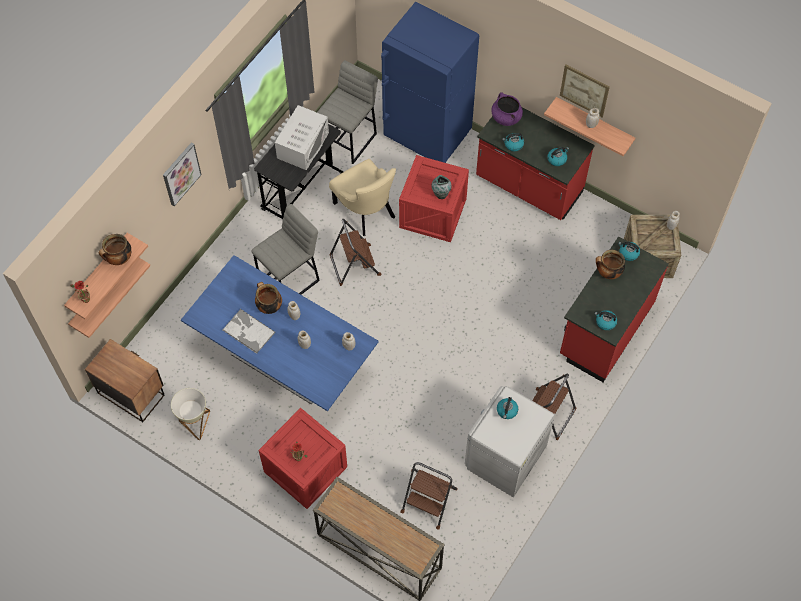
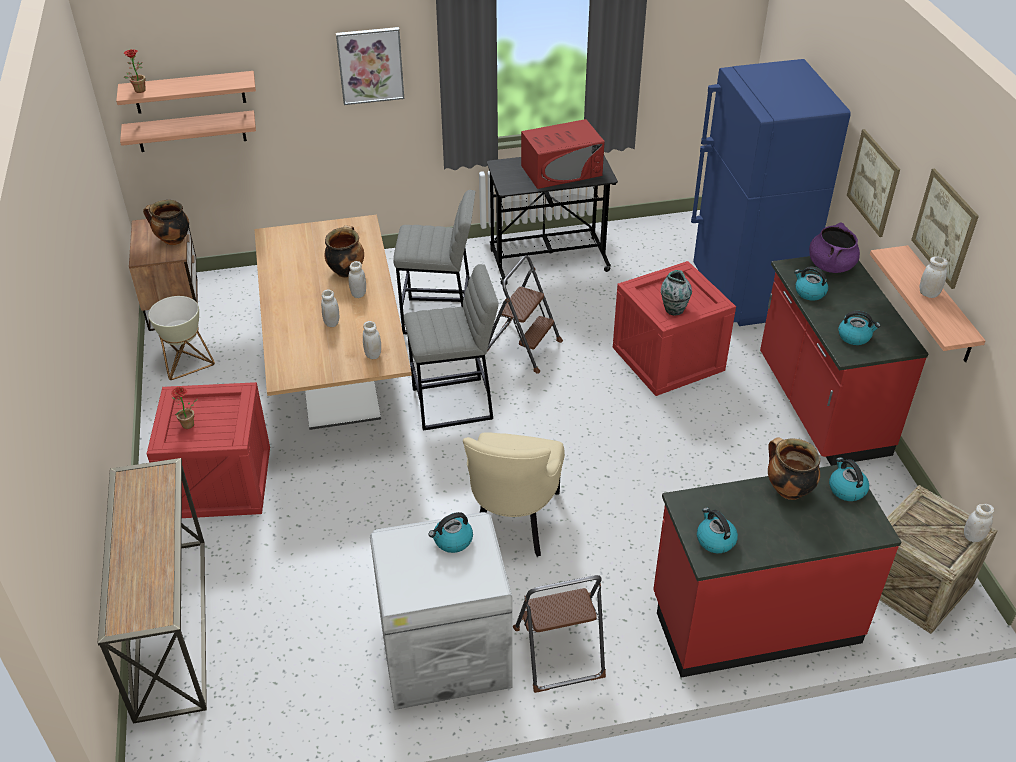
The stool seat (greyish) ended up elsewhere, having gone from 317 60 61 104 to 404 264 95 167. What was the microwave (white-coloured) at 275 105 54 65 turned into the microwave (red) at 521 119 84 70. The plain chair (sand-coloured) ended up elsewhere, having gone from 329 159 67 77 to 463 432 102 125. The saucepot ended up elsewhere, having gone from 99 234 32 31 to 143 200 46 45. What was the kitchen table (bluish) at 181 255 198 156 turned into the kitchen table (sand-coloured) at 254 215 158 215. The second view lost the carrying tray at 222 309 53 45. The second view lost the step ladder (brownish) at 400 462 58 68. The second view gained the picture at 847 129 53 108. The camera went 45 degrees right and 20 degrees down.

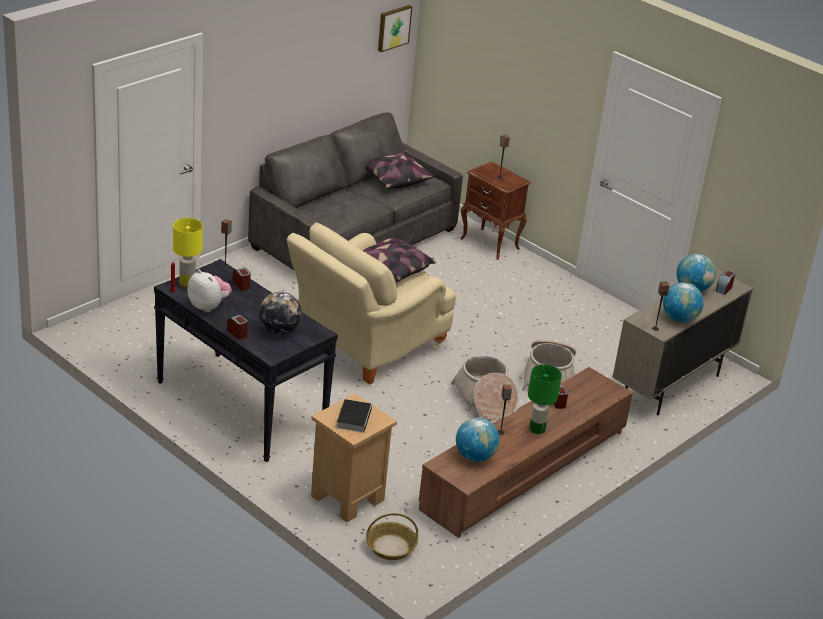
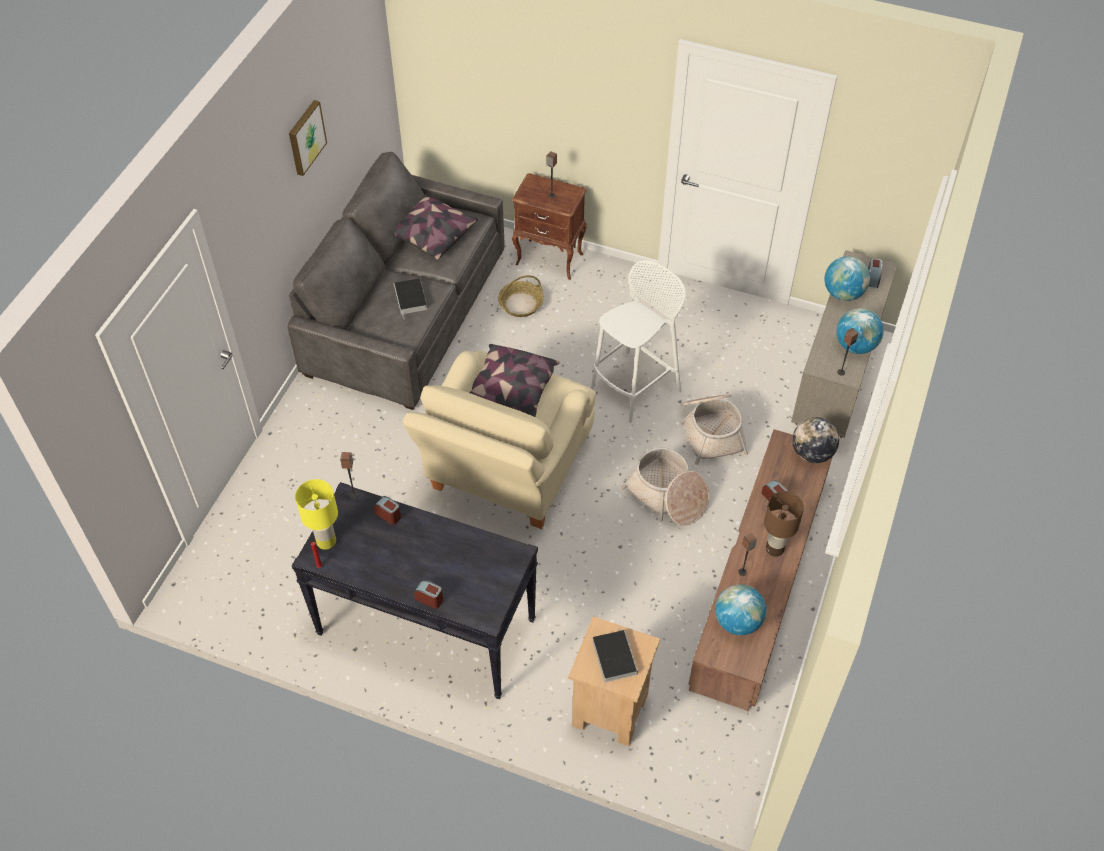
The picture ended up elsewhere, having gone from 378 5 34 47 to 289 100 38 76. The second view lost the soft toy at 188 269 44 44. The desk globe ended up elsewhere, having gone from 259 292 43 42 to 792 417 47 46. What was the tabletop lamp (greenish) at 528 364 34 70 turned into the tabletop lamp (brownish) at 764 491 40 66. The storage basket ended up elsewhere, having gone from 366 513 52 47 to 498 275 46 42. The second view gained the stool seat (white-coloured) at 591 260 95 163. The second view gained the book at 393 278 34 41. The camera went 20 degrees left and 20 degrees up.

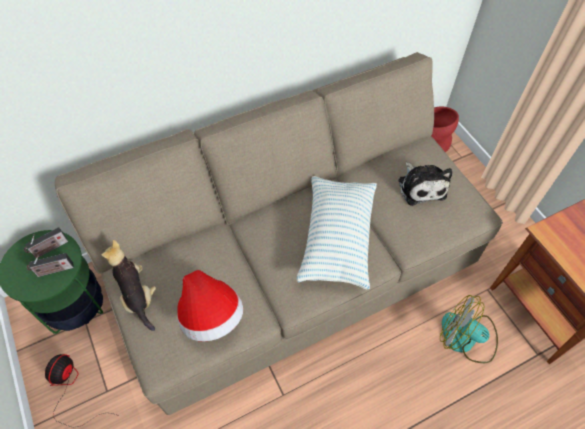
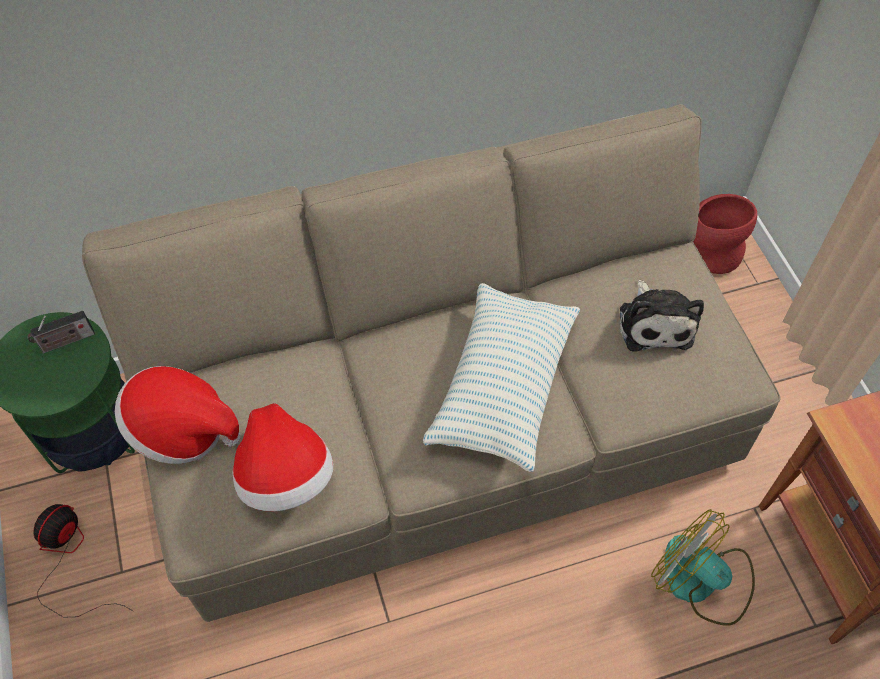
Where the soft toy stood at 101 240 55 91, the wearable hat came to stand at 115 366 125 98. The second view lost the radio receiver at 27 253 47 24. The camera went 10 degrees right and 0 degrees up.

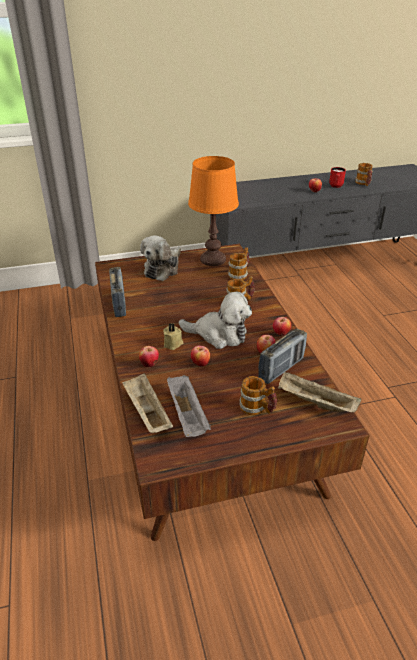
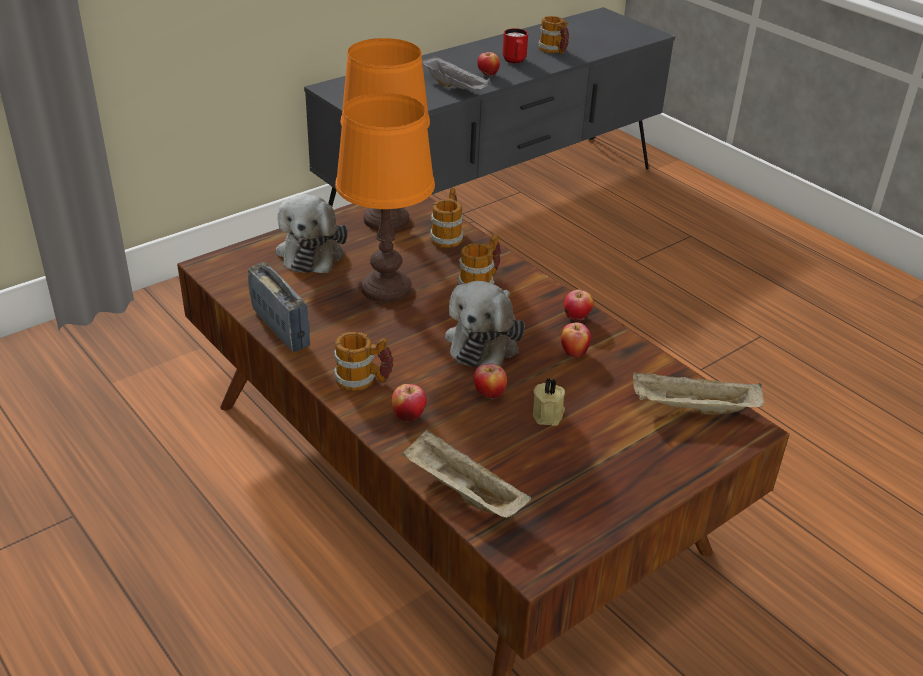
The soft toy at 179 292 73 57 ended up facing another way, 120 degrees clockwise from before. The candle (sand-coloured) ended up elsewhere, having gone from 163 323 20 27 to 533 378 32 48. The second view lost the radio receiver at 258 329 49 55. The carrying tray (greyish) ended up elsewhere, having gone from 167 375 44 62 to 422 56 69 34. The tea mug ended up elsewhere, having gone from 239 376 39 39 to 334 332 60 59. The second view gained the tabletop lamp (orange-coloured) at 335 93 100 210. The camera went 25 degrees left and 0 degrees up.

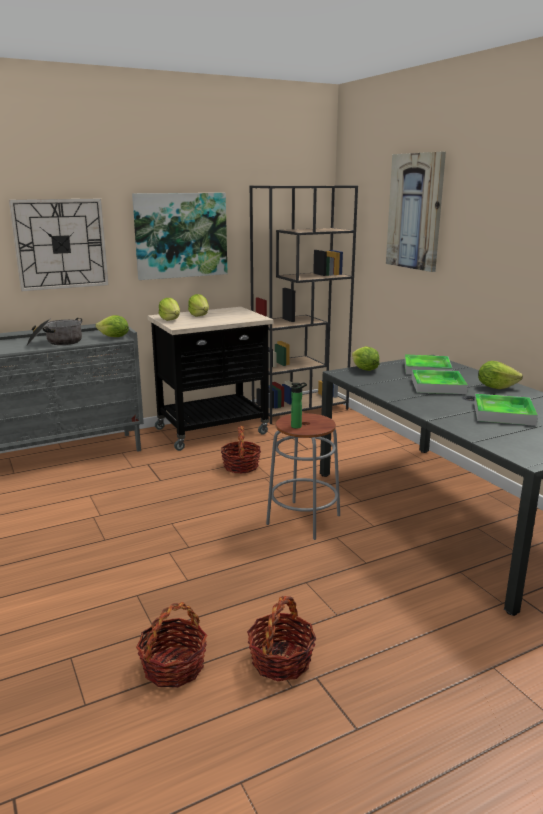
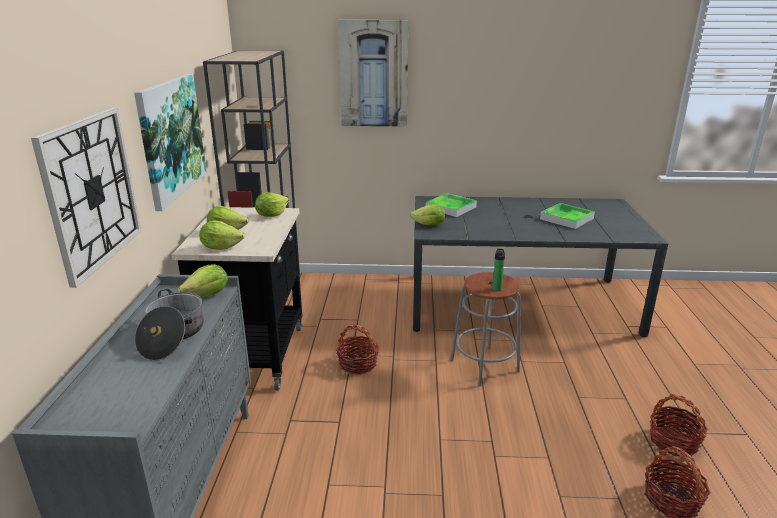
The head of lettuce ended up elsewhere, having gone from 478 361 45 28 to 255 192 34 25. The second view lost the carrying tray at 411 370 57 24. The camera went 60 degrees left and 5 degrees up.

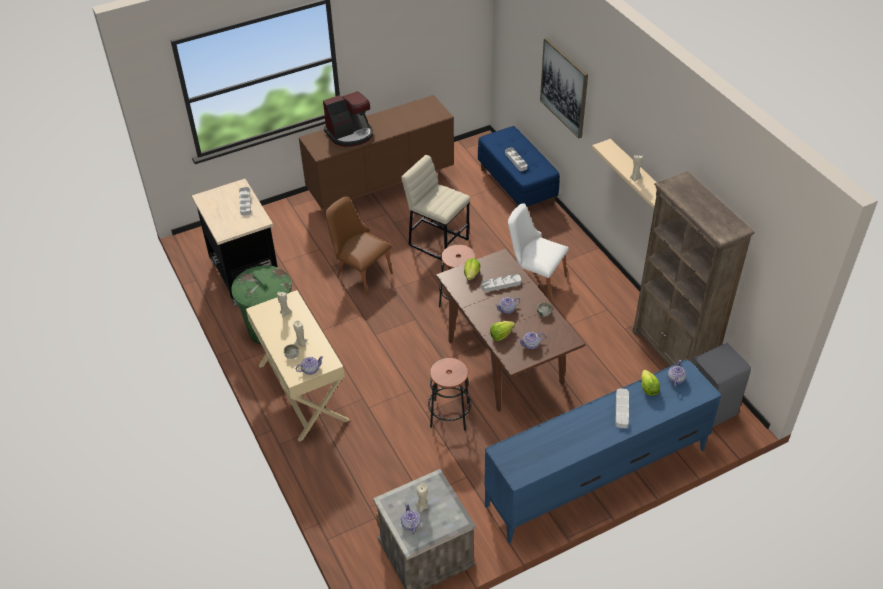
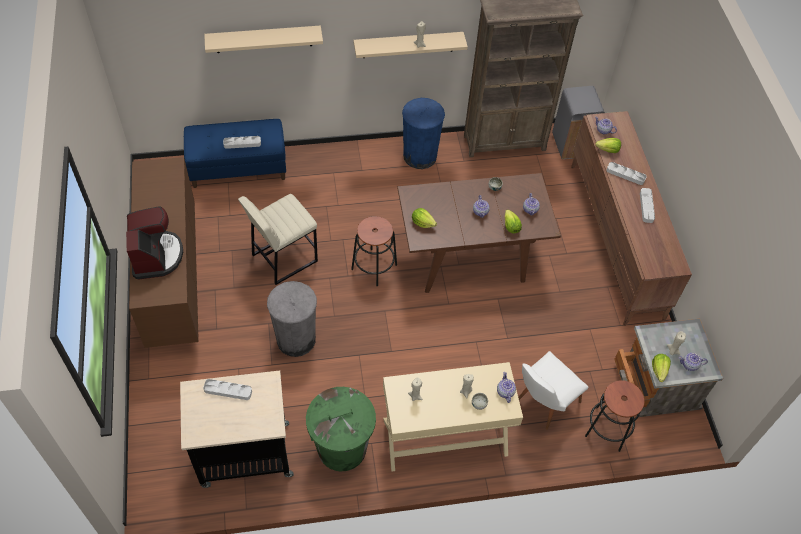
Where the picture hung at 540 38 48 101, the wall shelf (sand-coloured) came to hang at 204 26 119 27. Where the plain chair (brownish) stood at 325 197 68 99, the waste bin (greyish) came to stand at 267 281 50 76. The plain chair (white-coloured) ended up elsewhere, having gone from 508 203 61 98 to 518 351 71 79. The carrying tray (greyish) ended up elsewhere, having gone from 481 274 40 18 to 640 188 15 35. The stool seat (black) ended up elsewhere, having gone from 428 358 43 73 to 585 380 60 72. What was the cabinet (bluish) at 484 359 238 185 turned into the cabinet (brownish) at 571 111 121 215. The second view gained the waste bin (bluish) at 402 98 43 71. The second view gained the head of lettuce at 652 354 19 28. The camera went 75 degrees left and 10 degrees up.

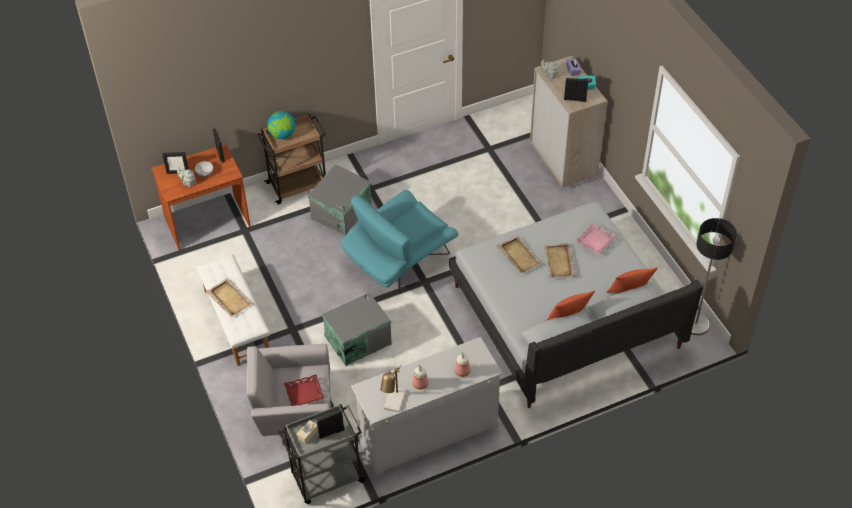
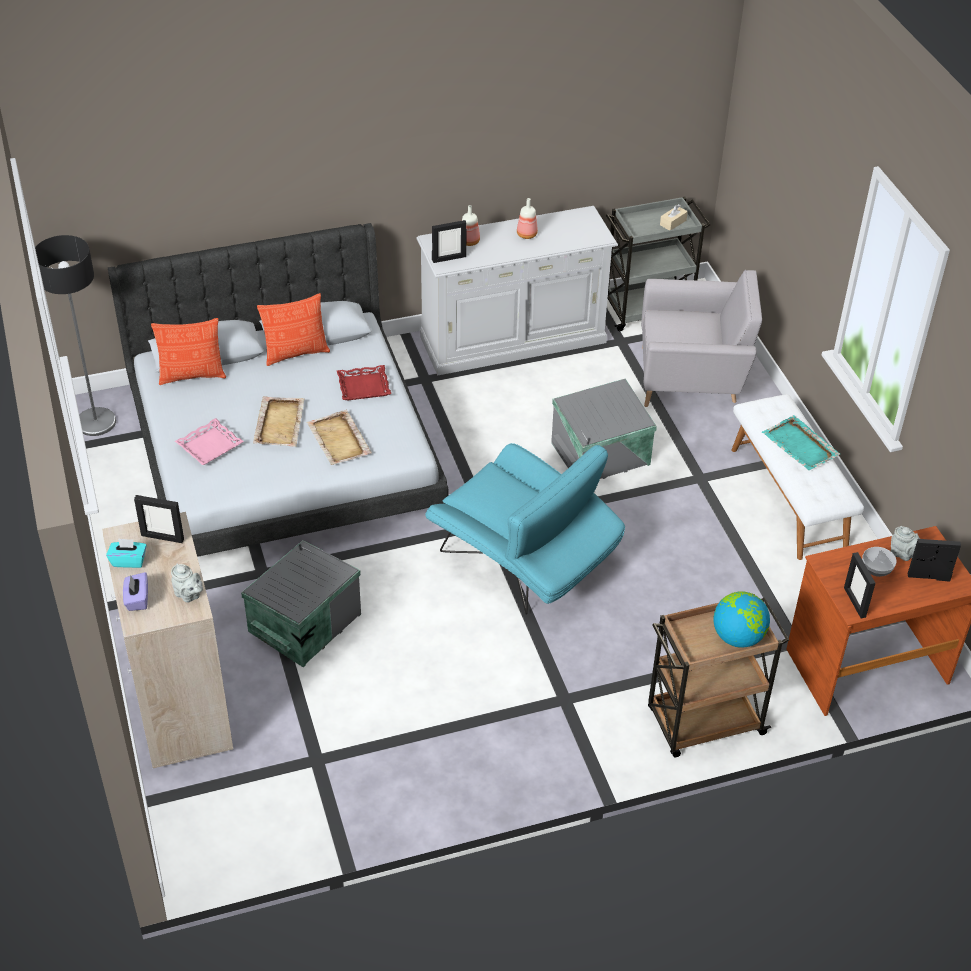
The storage box (greyish) ended up elsewhere, having gone from 308 164 63 71 to 241 540 120 127. The armchair (blue-green) at 341 190 117 103 ended up facing another way, 75 degrees clockwise from before. What was the carrying tray (sand-coloured) at 206 278 48 39 turned into the carrying tray (blue-green) at 762 415 78 56. The second view lost the tabletop lamp at 380 365 26 47. The carrying tray (red) ended up elsewhere, having gone from 284 374 41 32 to 337 365 54 35. The picture frame ended up elsewhere, having gone from 316 409 28 30 to 432 220 35 43. The camera went 175 degrees left and 5 degrees down.

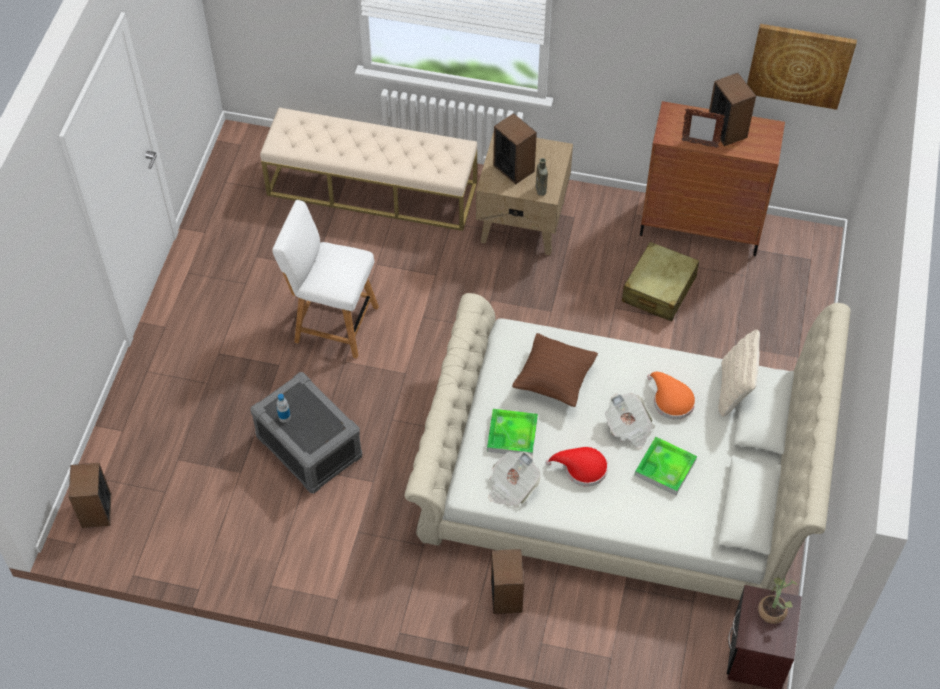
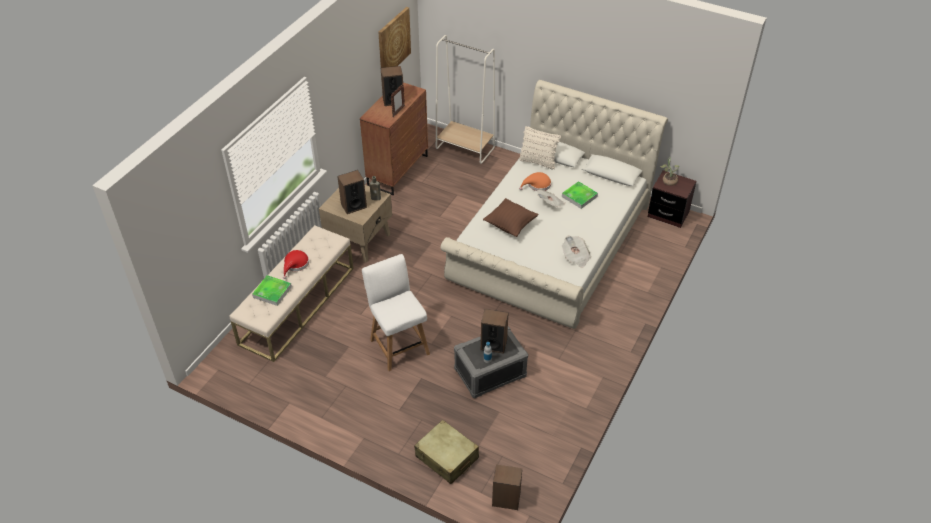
The plain chair (white-coloured) at 272 200 107 159 ended up facing another way, 120 degrees clockwise from before. The piece of luggage (sand-coloured) ended up elsewhere, having gone from 622 242 77 79 to 414 420 65 64. The carrying tray ended up elsewhere, having gone from 487 409 51 46 to 252 275 40 31. The wearable hat (red) ended up elsewhere, having gone from 545 447 63 40 to 283 250 26 29. The speaker ended up elsewhere, having gone from 491 549 33 65 to 481 309 27 45. The second view gained the garment stand at 436 35 59 129. The camera went 75 degrees left and 10 degrees down.

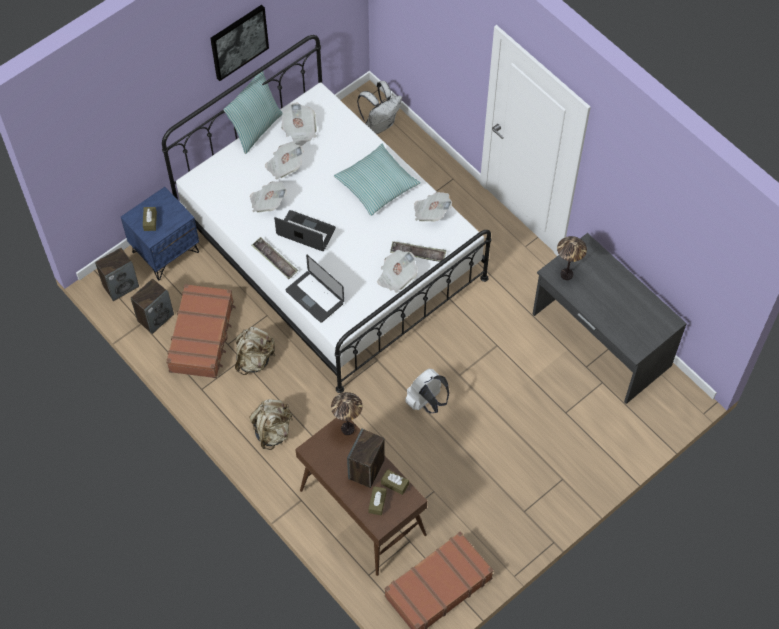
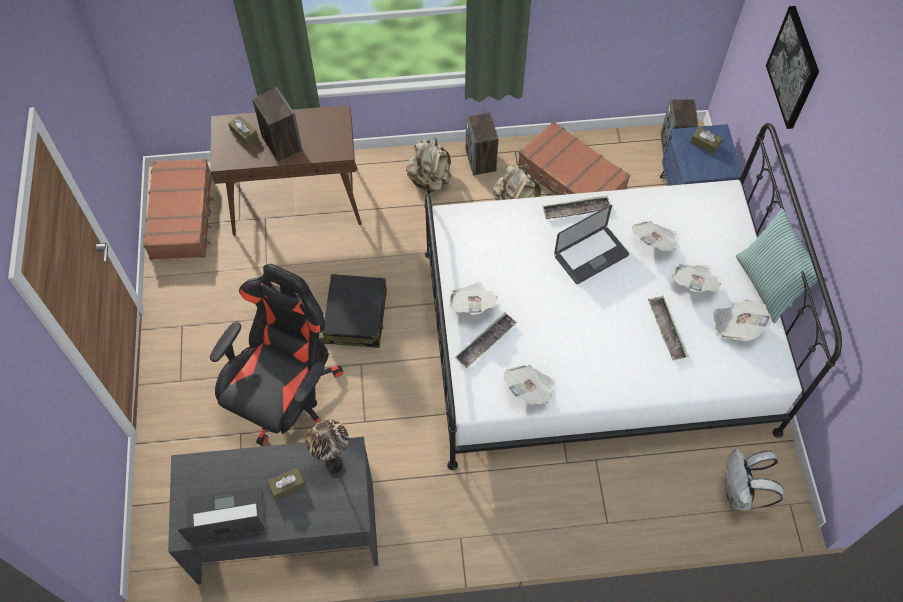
The picture ended up elsewhere, having gone from 210 5 59 76 to 766 6 53 123. The second view lost the throw pillow at 334 144 87 72. The portable computer ended up elsewhere, having gone from 286 255 58 68 to 178 487 87 56. The speaker ended up elsewhere, having gone from 131 279 43 55 to 466 113 33 63. Where the knapsack (white-coloured) stood at 405 369 44 44, the piece of luggage (black) came to stand at 323 274 64 74. The second view lost the tabletop lamp at 331 392 32 43. The tissue holder (brownish) ended up elsewhere, having gone from 381 469 28 26 to 267 467 39 33. The second view gained the desk chair (black) at 210 264 134 182. The second view gained the carrying tray at 648 296 41 64. The camera went 125 degrees right and 0 degrees up.

